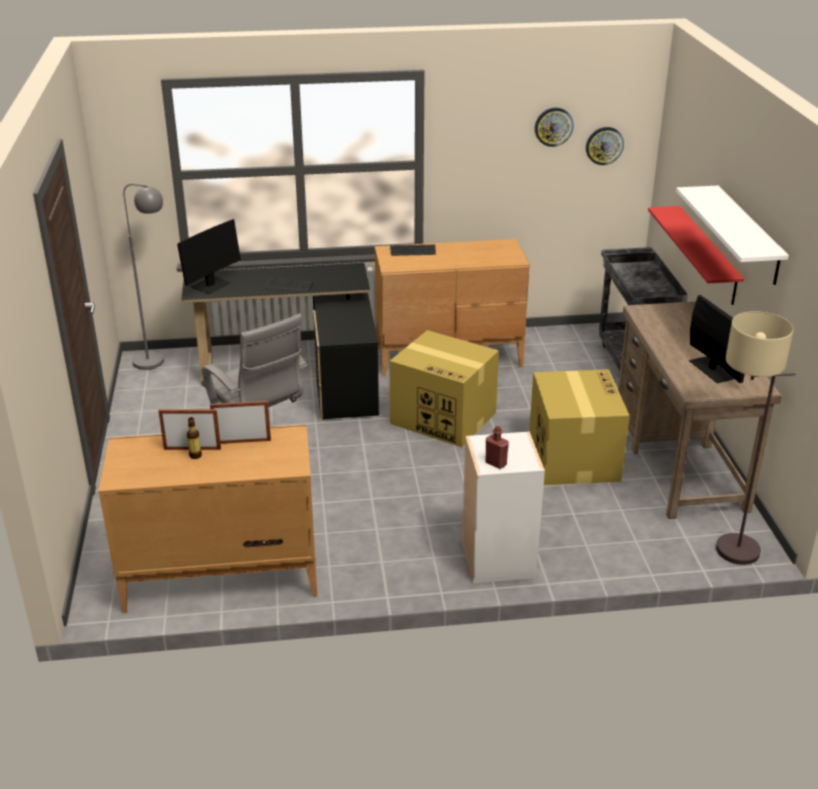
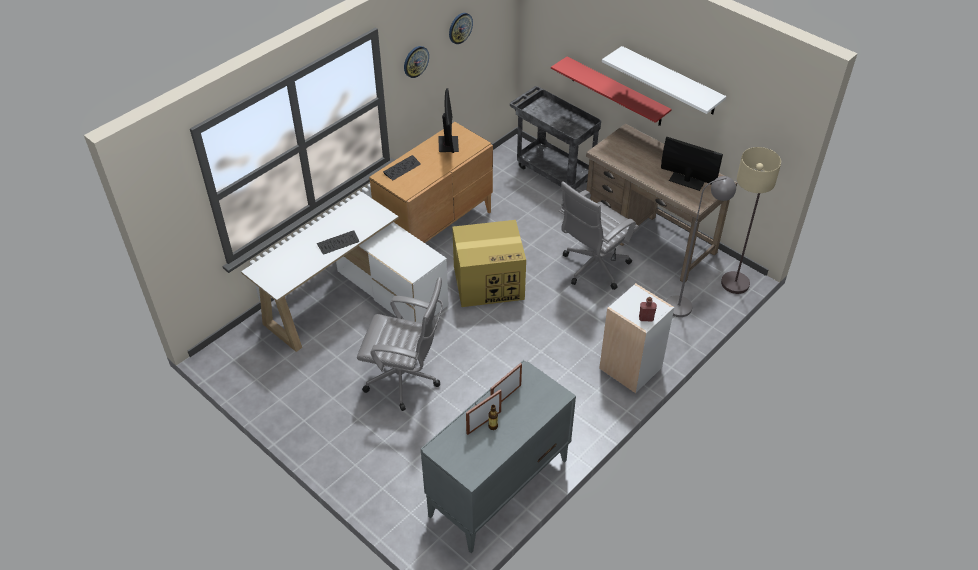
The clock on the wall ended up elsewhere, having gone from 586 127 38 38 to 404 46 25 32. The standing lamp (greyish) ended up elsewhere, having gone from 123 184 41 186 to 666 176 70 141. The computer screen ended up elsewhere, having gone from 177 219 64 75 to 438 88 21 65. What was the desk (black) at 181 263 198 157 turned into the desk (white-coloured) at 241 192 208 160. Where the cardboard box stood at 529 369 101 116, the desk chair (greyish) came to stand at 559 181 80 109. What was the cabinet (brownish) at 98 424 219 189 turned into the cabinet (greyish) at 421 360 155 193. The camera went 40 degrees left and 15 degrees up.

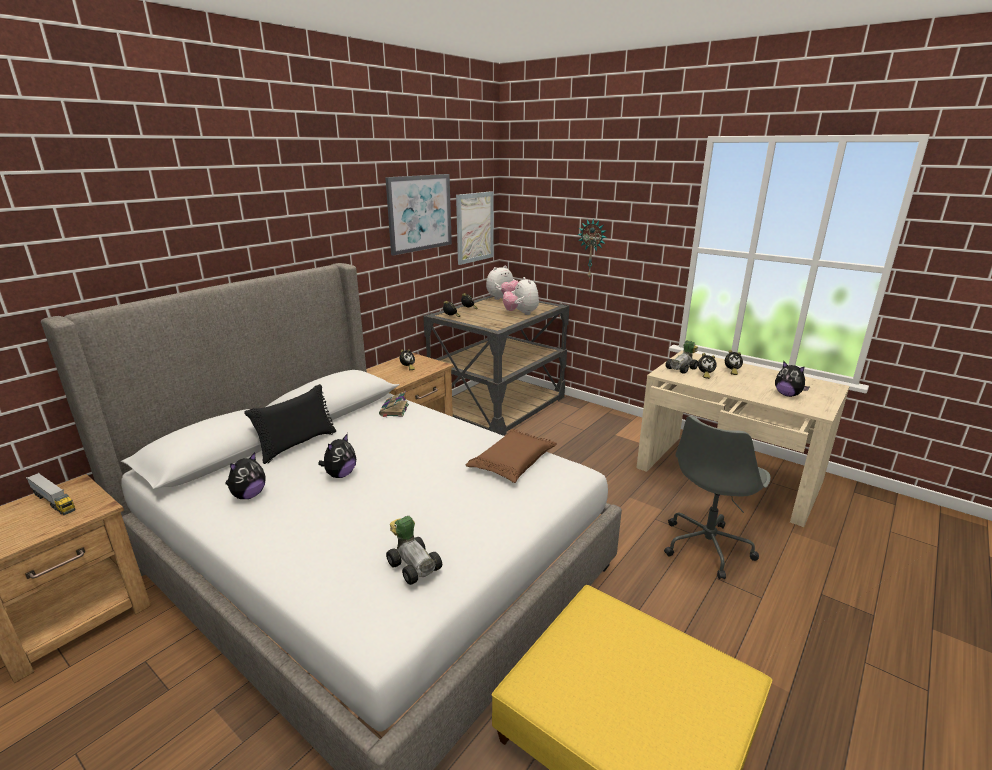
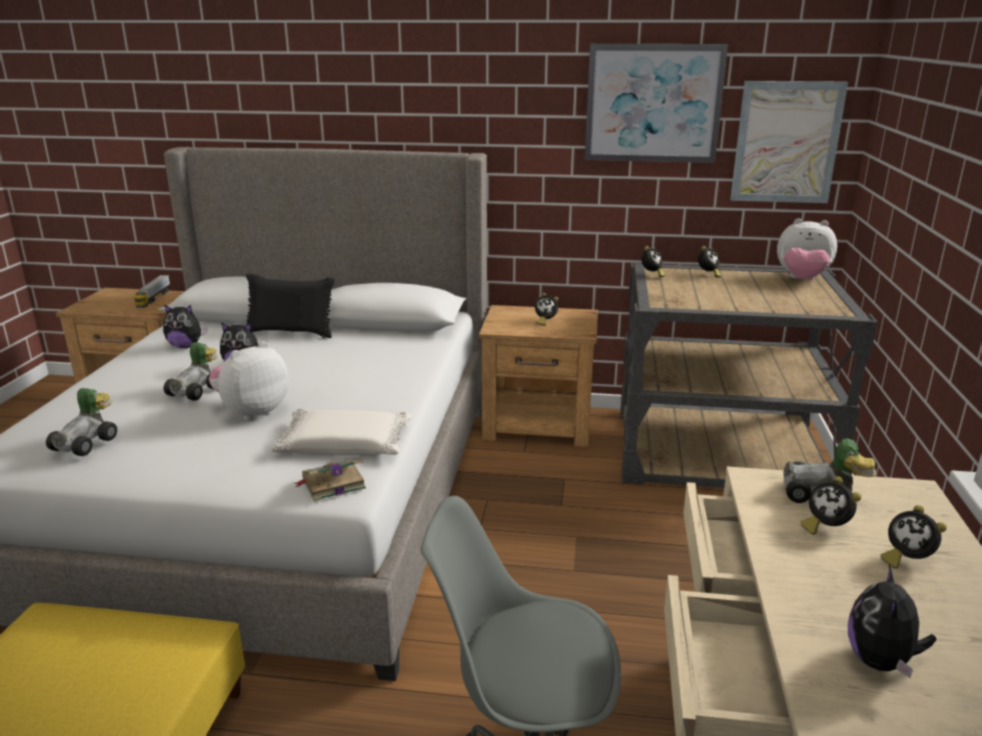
The second view lost the clock on the wall at 578 219 29 58. The soft toy ended up elsewhere, having gone from 503 277 36 38 to 209 341 80 80. The book ended up elsewhere, having gone from 379 391 30 26 to 294 459 72 42. What was the throw pillow (brownish) at 466 429 91 54 turned into the throw pillow (white-coloured) at 270 409 142 46. The second view gained the toy car at 163 342 55 59. The camera went 60 degrees right and 0 degrees up.

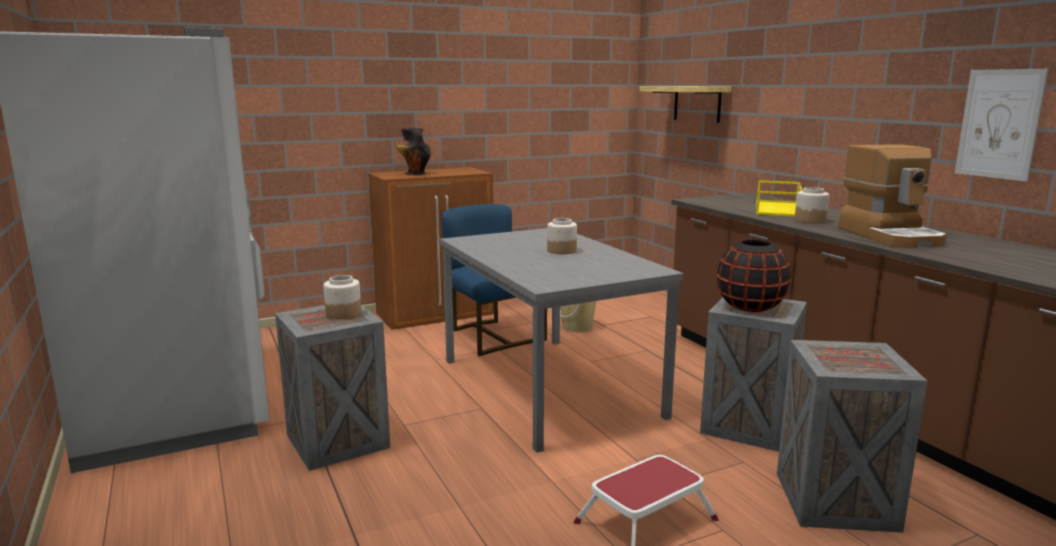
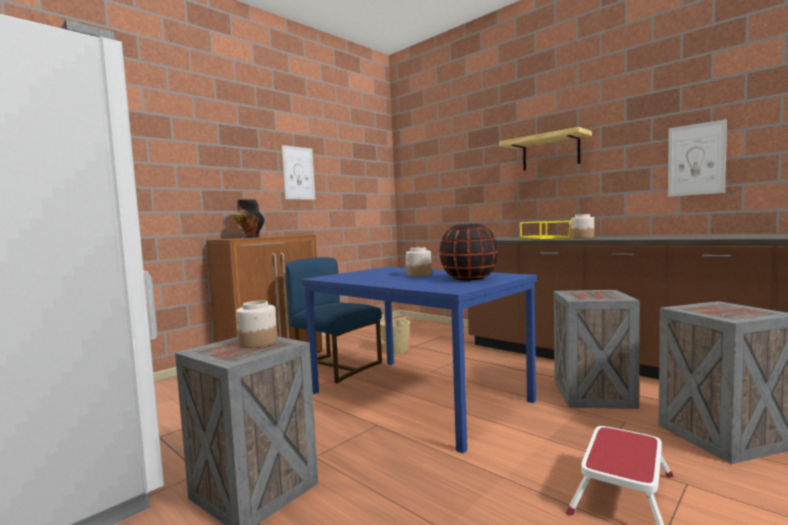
The wall shelf ended up elsewhere, having gone from 639 86 92 37 to 499 127 93 44. The second view lost the coffee brewer at 838 144 109 104. What was the kitchen table (greyish) at 440 228 243 225 turned into the kitchen table (bluish) at 302 267 235 186. The decorative vase (black) ended up elsewhere, having gone from 717 240 74 72 to 439 224 59 56. The second view gained the picture at 282 145 33 55. The camera went 20 degrees left and 10 degrees down.

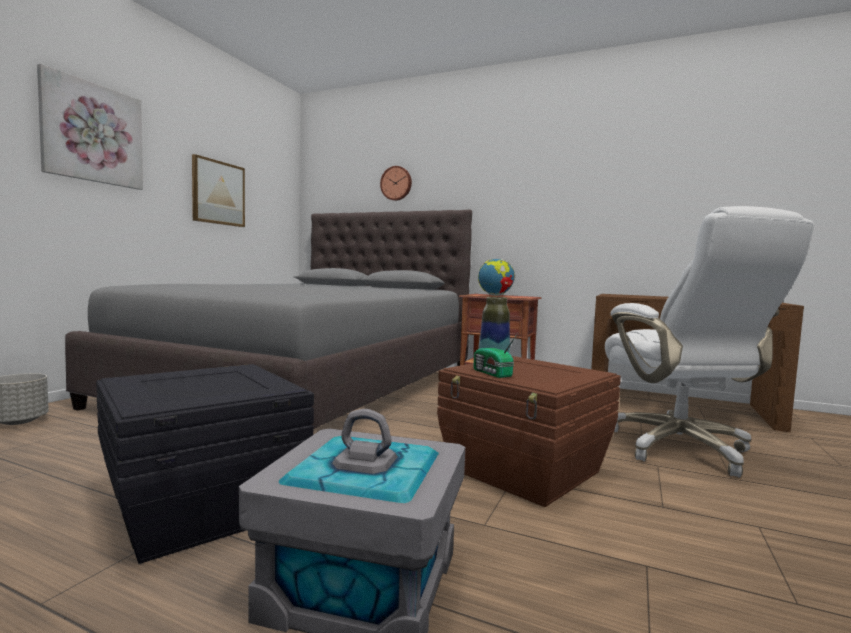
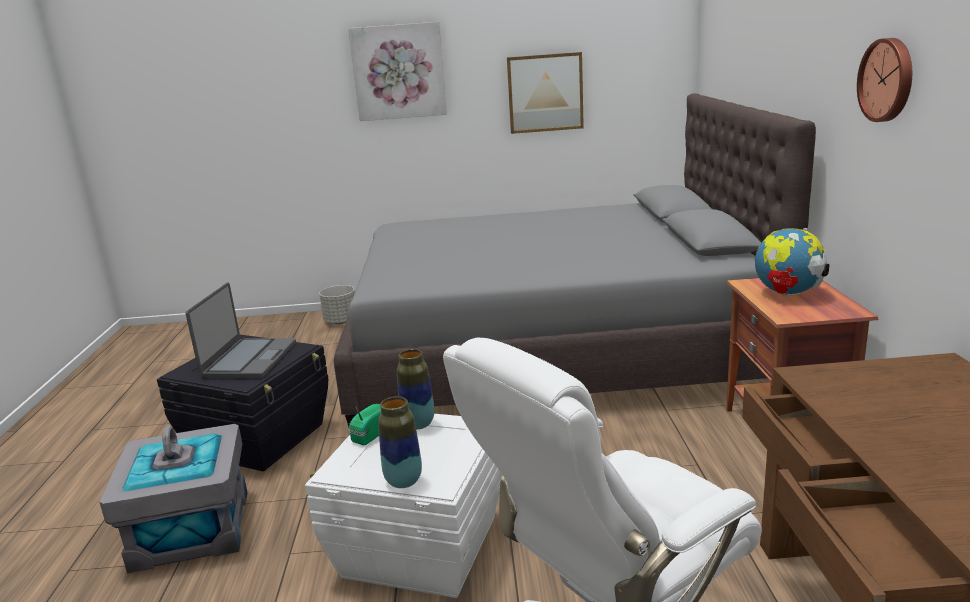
The clock on the wall ended up elsewhere, having gone from 380 166 32 35 to 857 38 55 84. What was the storage box (brownish) at 437 356 184 151 turned into the storage box (white-coloured) at 305 414 198 184. The second view gained the portable computer at 186 282 110 96. The second view gained the decorative vase at 378 396 44 92. The camera went 65 degrees right and 15 degrees up.

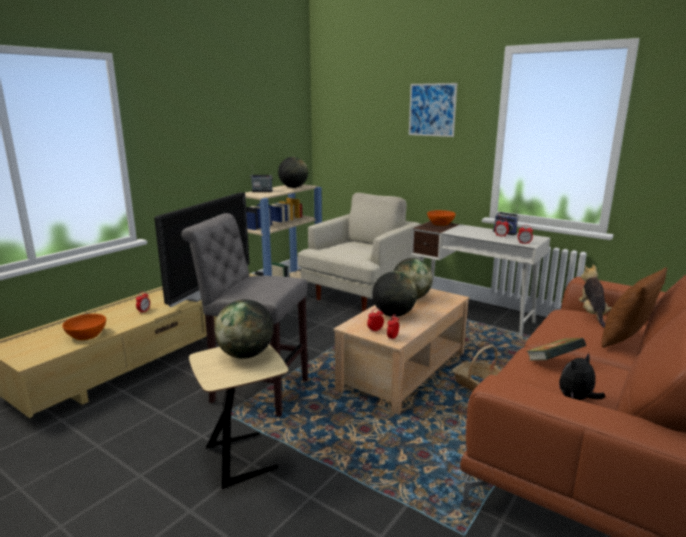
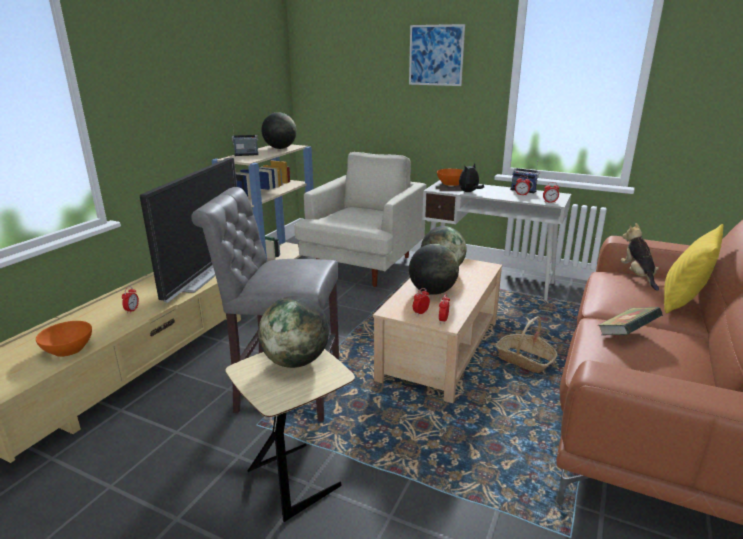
What was the throw pillow (brownish) at 601 267 66 81 turned into the throw pillow (yellow-coloured) at 664 224 60 89. The soft toy ended up elsewhere, having gone from 559 353 46 47 to 459 164 25 28. The camera went 10 degrees left and 5 degrees up.

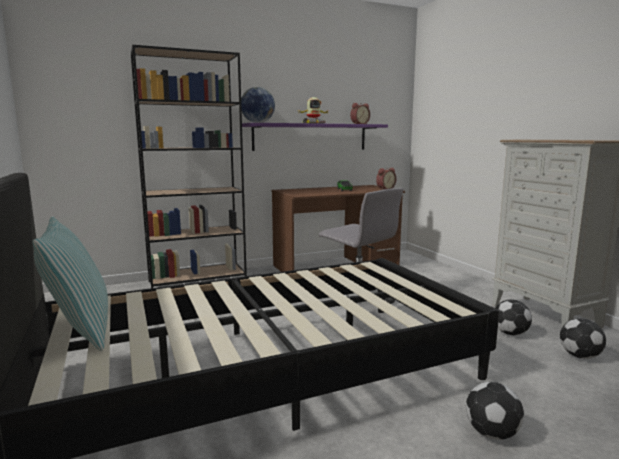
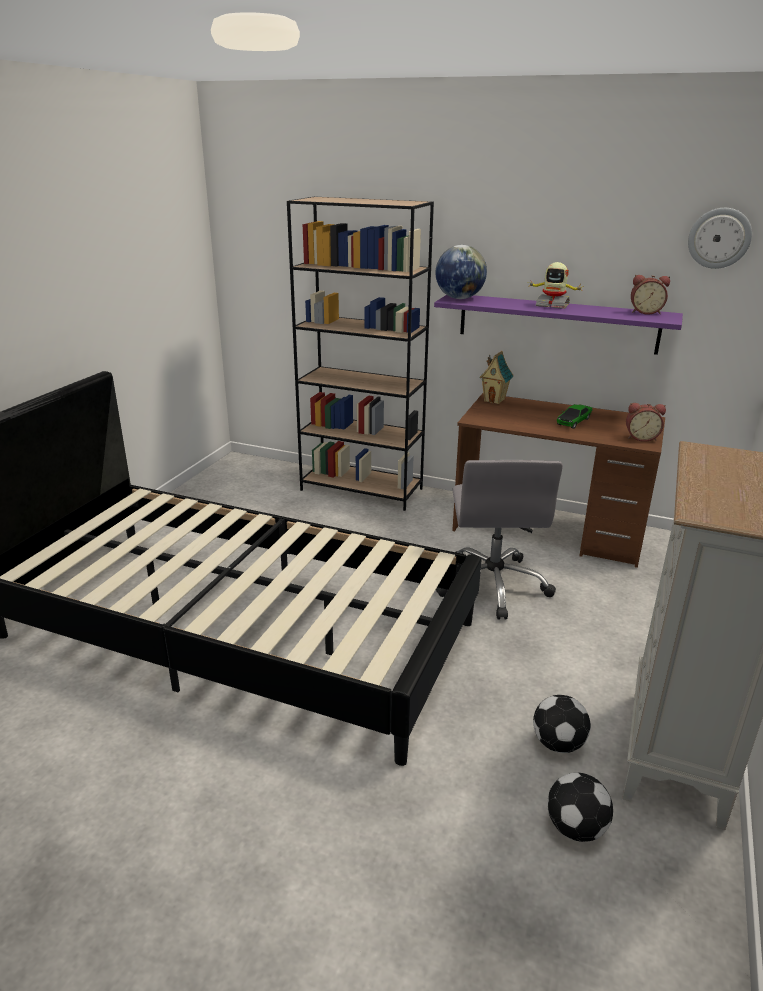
The second view lost the throw pillow at 32 217 76 134. The second view lost the football ball at 466 382 58 58. The second view gained the clock on the wall at 688 208 64 61. The second view gained the toy house at 479 351 35 53. The camera went 45 degrees right and 15 degrees up.

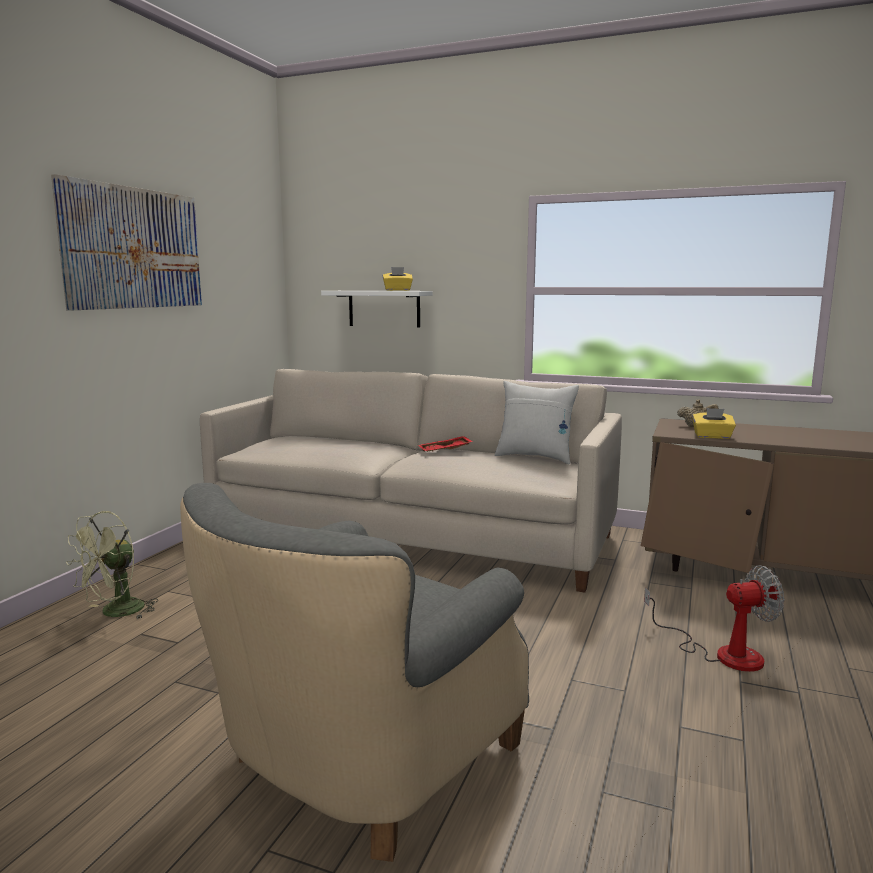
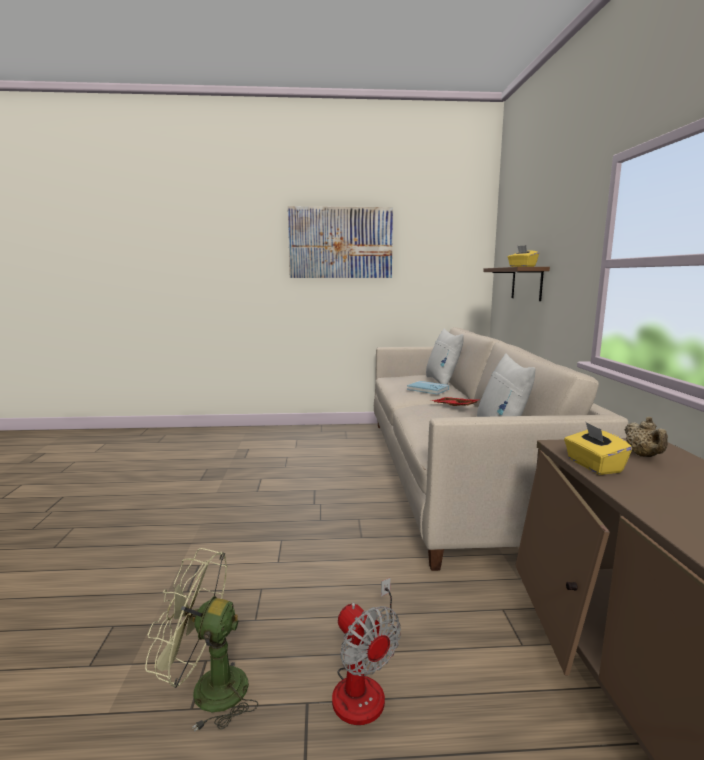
What was the wall shelf (white-coloured) at 321 291 112 37 turned into the wall shelf (brownish) at 483 267 67 34. The second view lost the armchair (greyish) at 180 483 349 379. The electric fan (greenish) ended up elsewhere, having gone from 66 511 92 109 to 145 548 113 183. The second view gained the throw pillow (greyish) at 426 328 38 57. The second view gained the book (bluish) at 407 381 42 14. The camera went 65 degrees right and 0 degrees up.

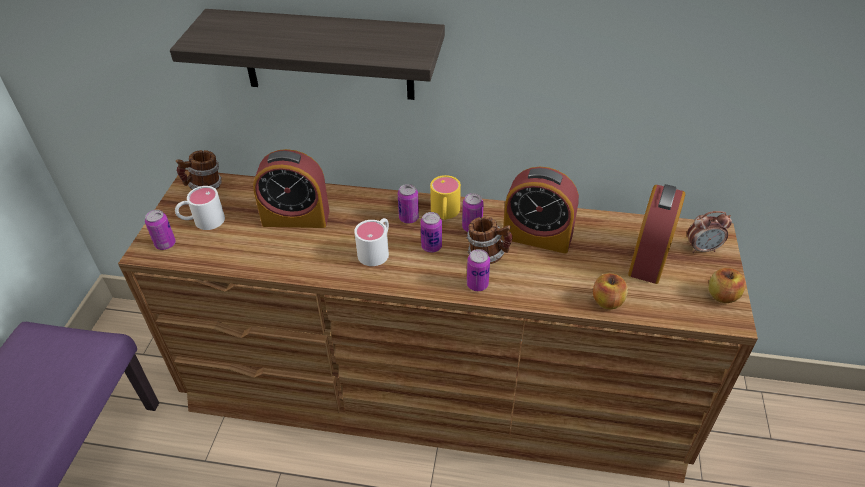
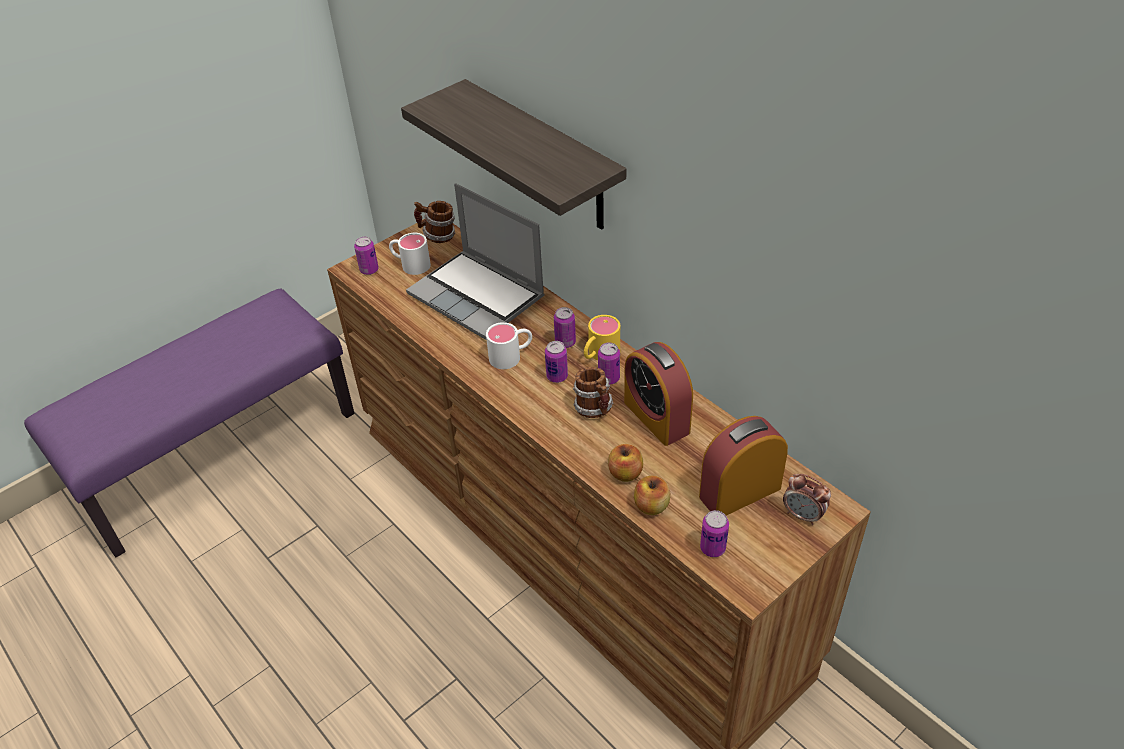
Where the bedside clock stood at 253 149 76 79, the portable computer came to stand at 406 184 139 156. The metal can ended up elsewhere, having gone from 467 249 23 42 to 700 510 29 47. The apple fruit ended up elsewhere, having gone from 709 268 37 35 to 608 444 35 38. The camera went 40 degrees right and 0 degrees up.

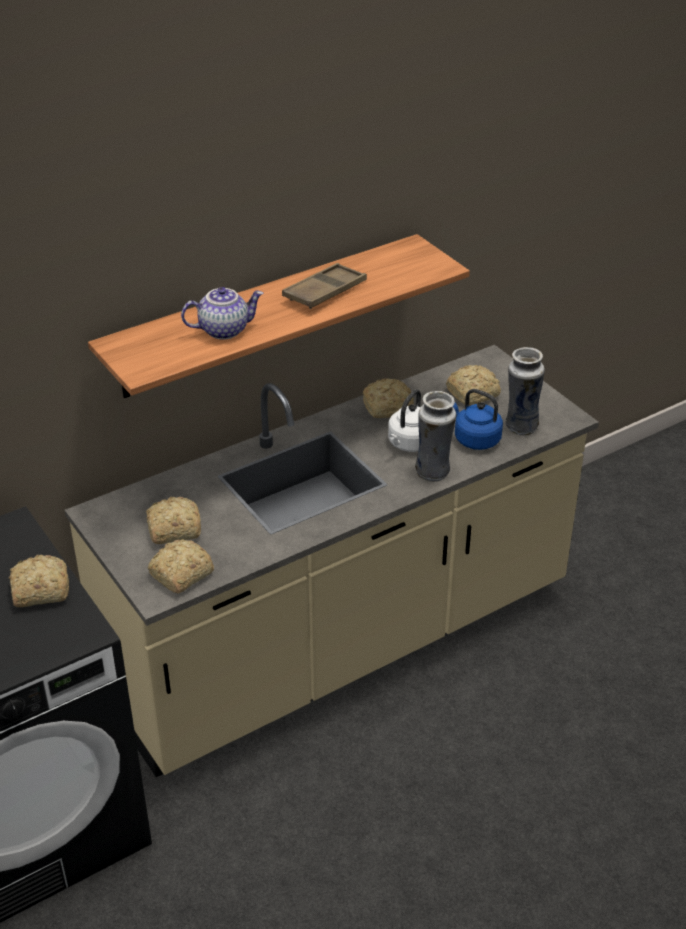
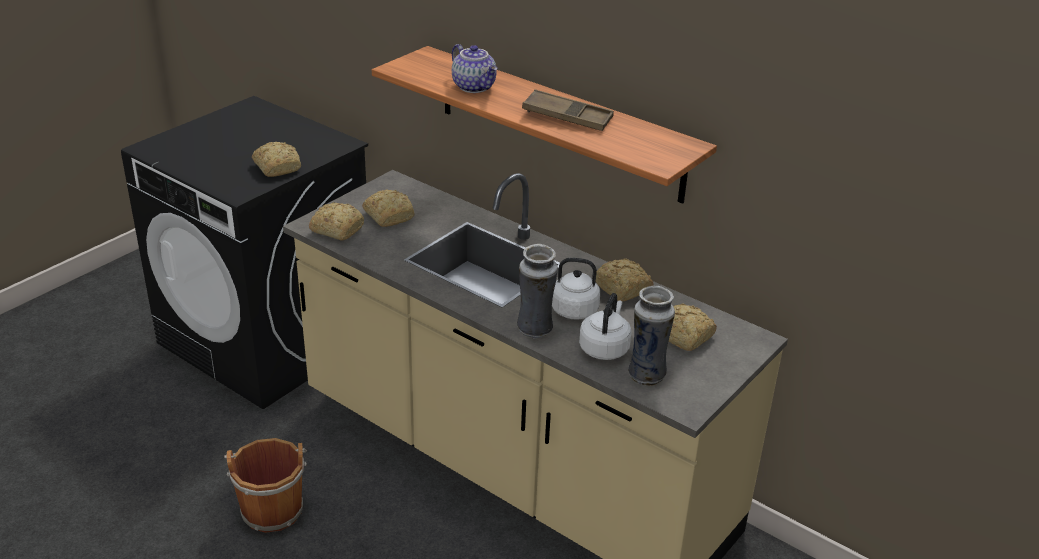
What was the water kettle (bluish) at 453 389 50 61 turned into the water kettle (white-coloured) at 579 293 53 67. The second view gained the pail (brownish) at 224 438 83 95. The camera went 70 degrees right and 5 degrees down.

